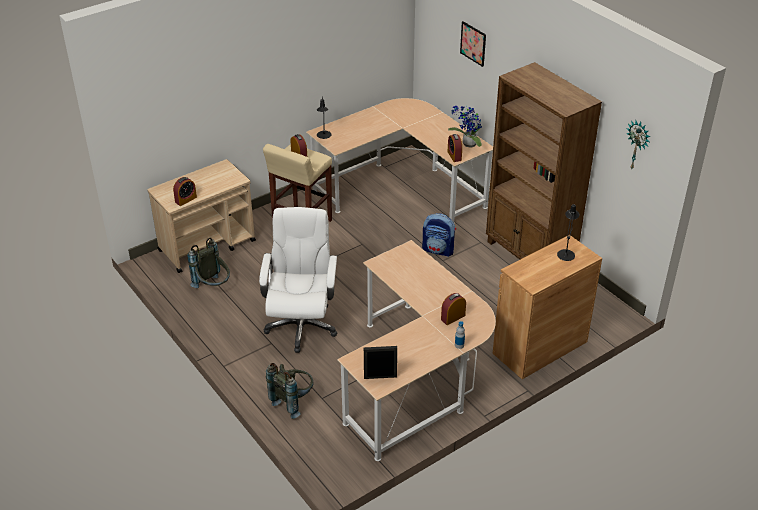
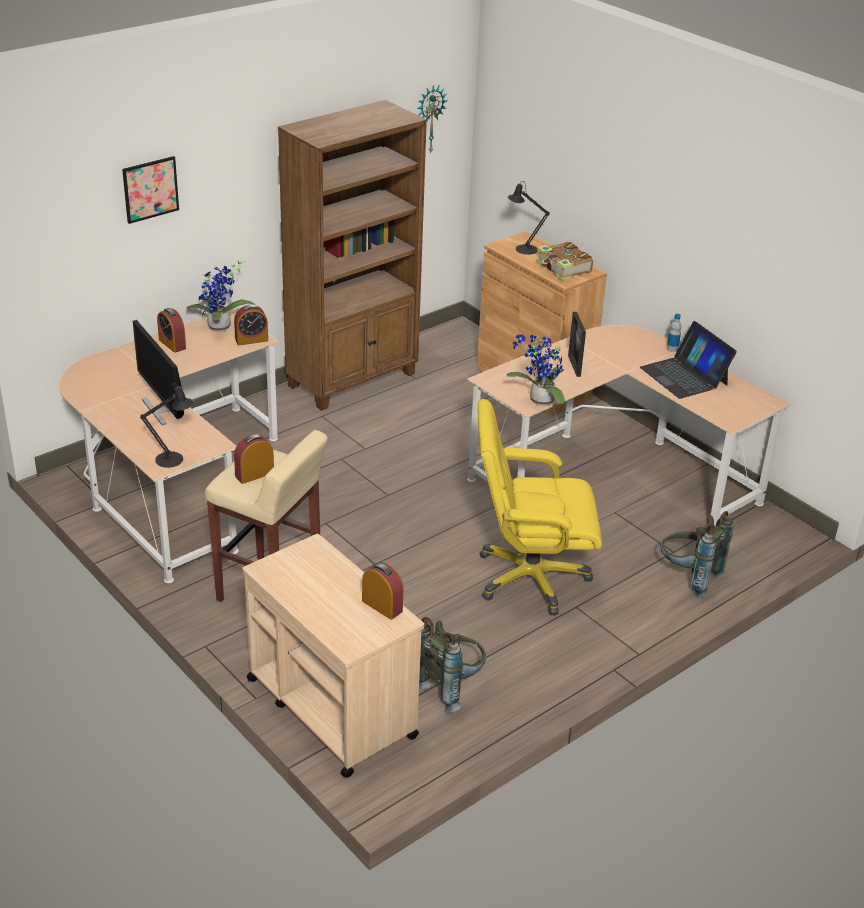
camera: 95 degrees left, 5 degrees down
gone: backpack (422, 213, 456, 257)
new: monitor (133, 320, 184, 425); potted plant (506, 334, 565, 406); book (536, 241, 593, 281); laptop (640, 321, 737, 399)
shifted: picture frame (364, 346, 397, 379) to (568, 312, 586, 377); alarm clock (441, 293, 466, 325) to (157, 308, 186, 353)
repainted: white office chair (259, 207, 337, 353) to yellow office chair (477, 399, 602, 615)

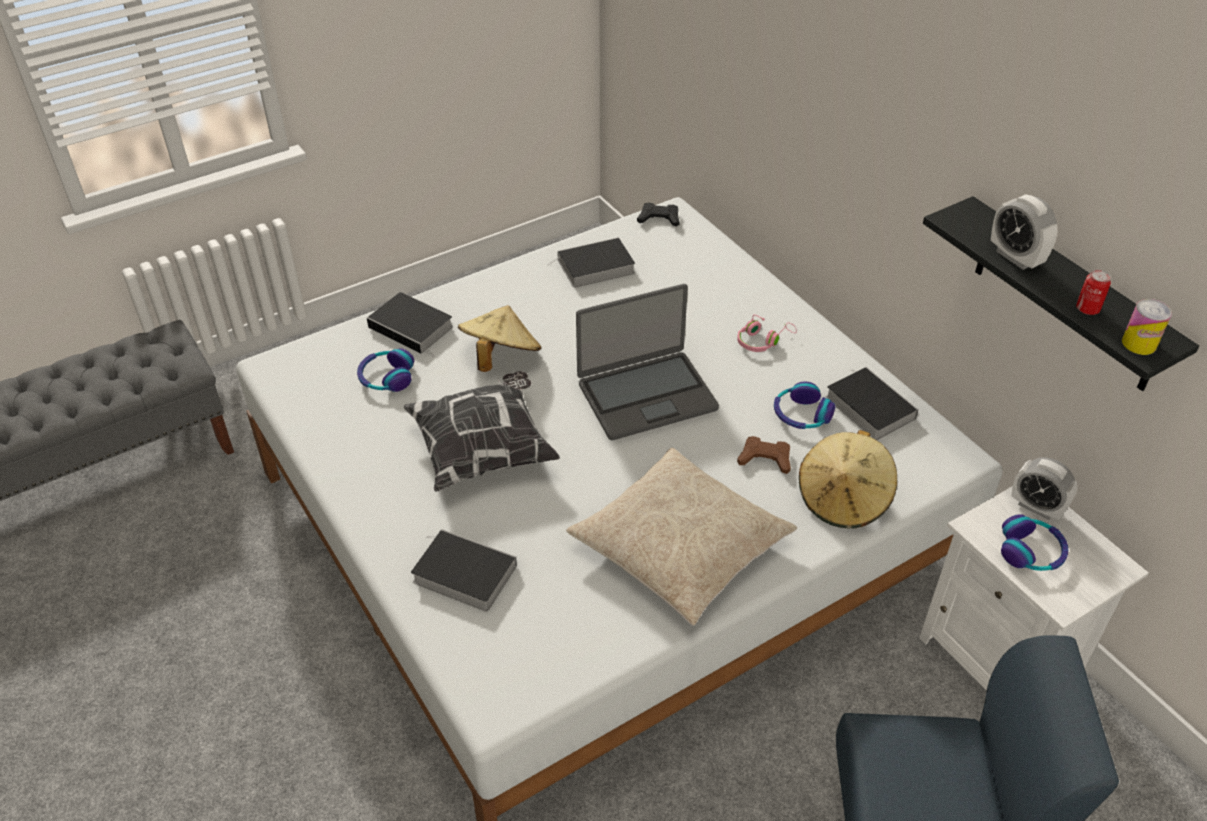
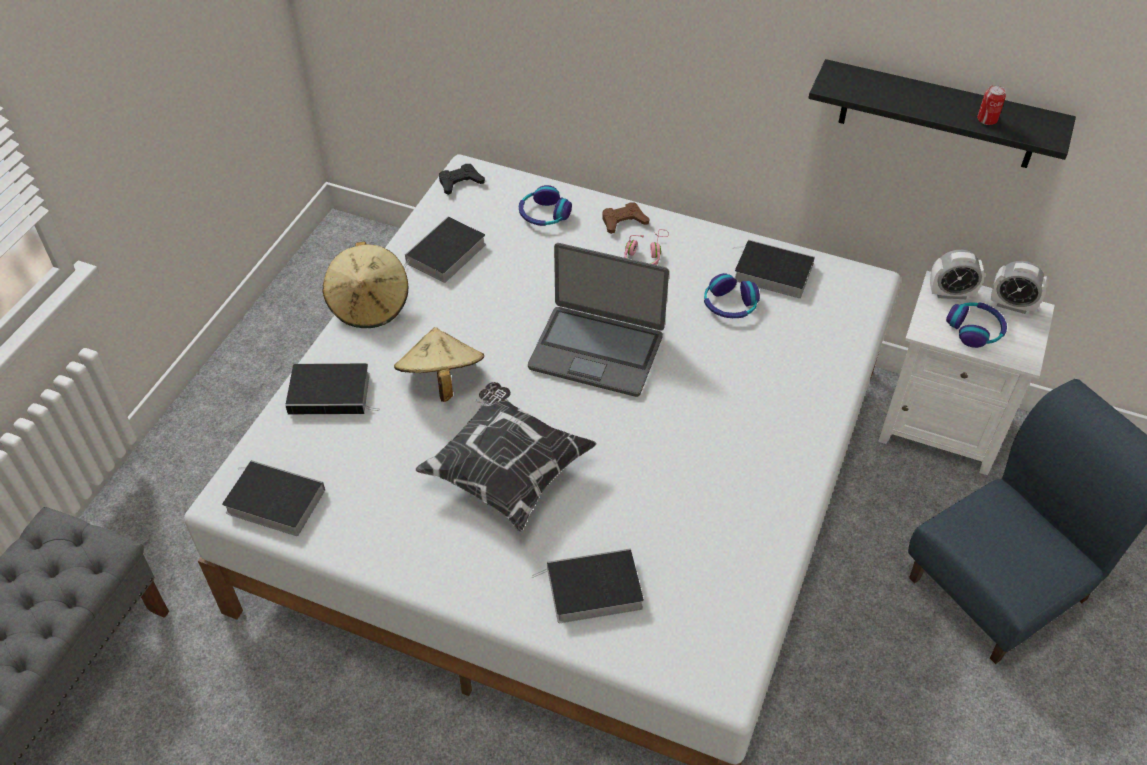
camera: 35 degrees left, 5 degrees up
gone: beige pillow (566, 448, 797, 626); can (1122, 299, 1172, 355)
new: book (222, 460, 325, 536)
shifted: headphones (357, 348, 414, 392) to (519, 185, 572, 226); brown game controller (737, 436, 791, 474) to (602, 202, 649, 234); beige hat (799, 430, 897, 529) to (322, 242, 408, 328); alarm clock (991, 195, 1057, 270) to (991, 261, 1048, 314)
rotated: laptop (576, 284, 719, 440) = (528, 243, 669, 397) 75 degrees clockwise

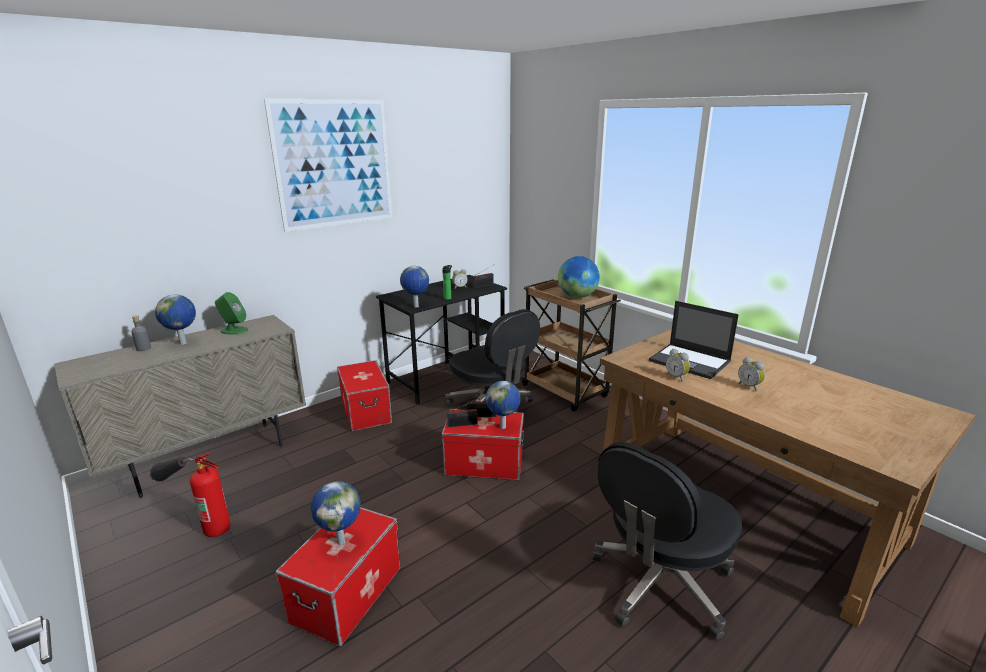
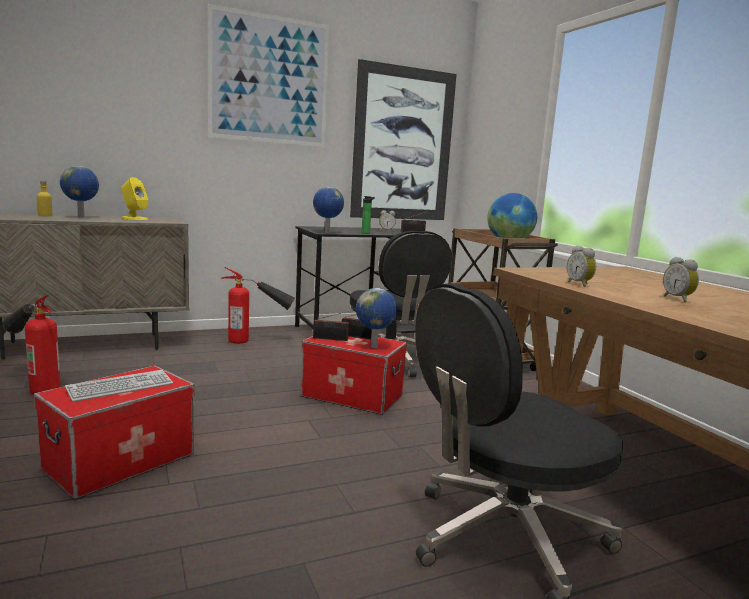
camera: 15 degrees right, 10 degrees down
gone: laptop (649, 301, 739, 379)
new: picture (350, 59, 457, 220)
swapped: globe (311, 481, 361, 545) to keyboard (65, 370, 173, 402); storage box (337, 360, 392, 431) to fire extinguisher (221, 267, 295, 344)
repainted: grey bottle (131, 315, 151, 351) to yellow bottle (37, 181, 52, 216); green speaker (215, 292, 248, 335) to yellow speaker (121, 177, 148, 220)

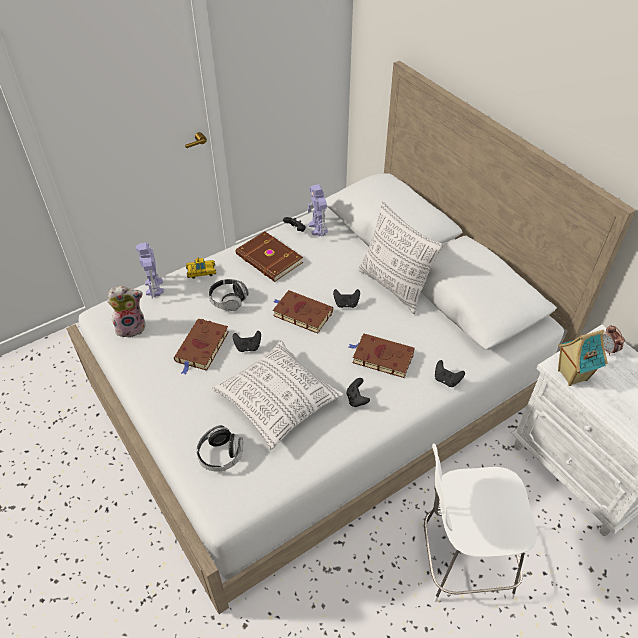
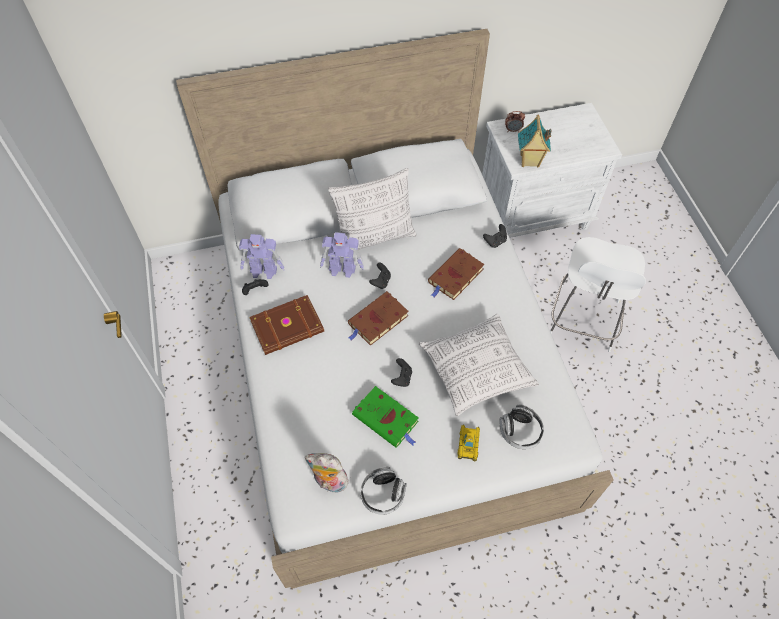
camera: 70 degrees left, 10 degrees up
gone: black game controller (346, 378, 370, 407)
shifted: toy robot (136, 243, 164, 299) to (320, 232, 364, 278); toy car (186, 257, 216, 279) to (457, 425, 480, 461); headphones (209, 279, 249, 311) to (360, 467, 407, 515)
repainted: brown book (174, 319, 229, 375) to green book (352, 386, 419, 448)
rotated: plush toy (107, 286, 145, 337) = (305, 453, 351, 493) 75 degrees counterclockwise

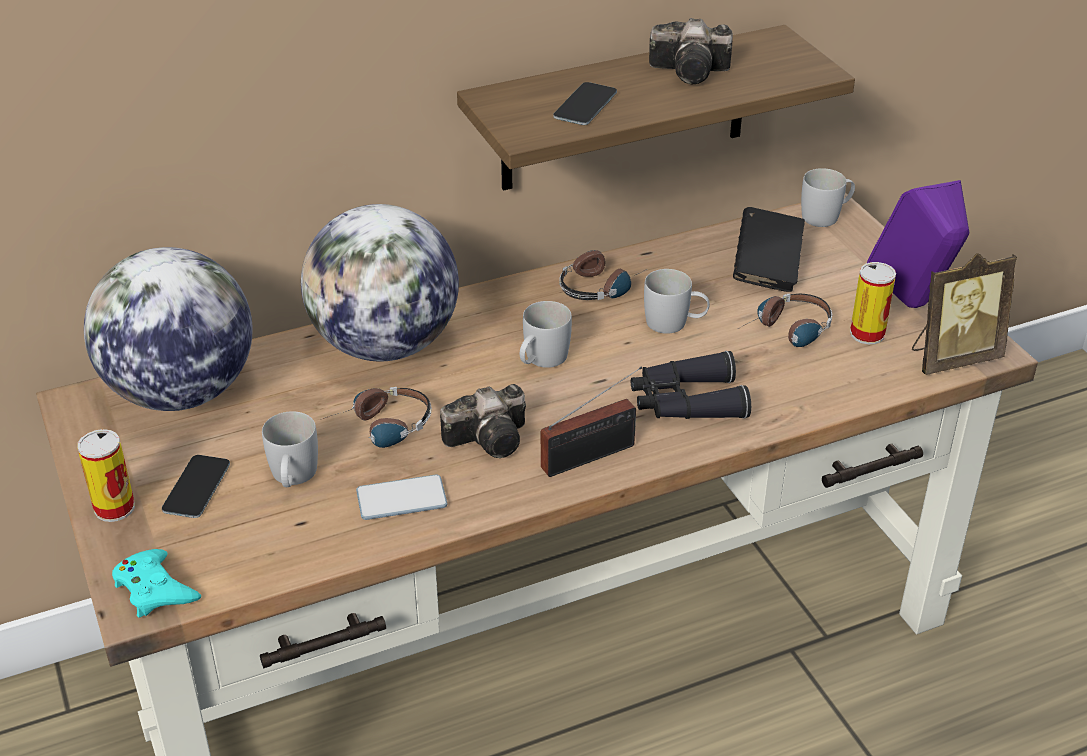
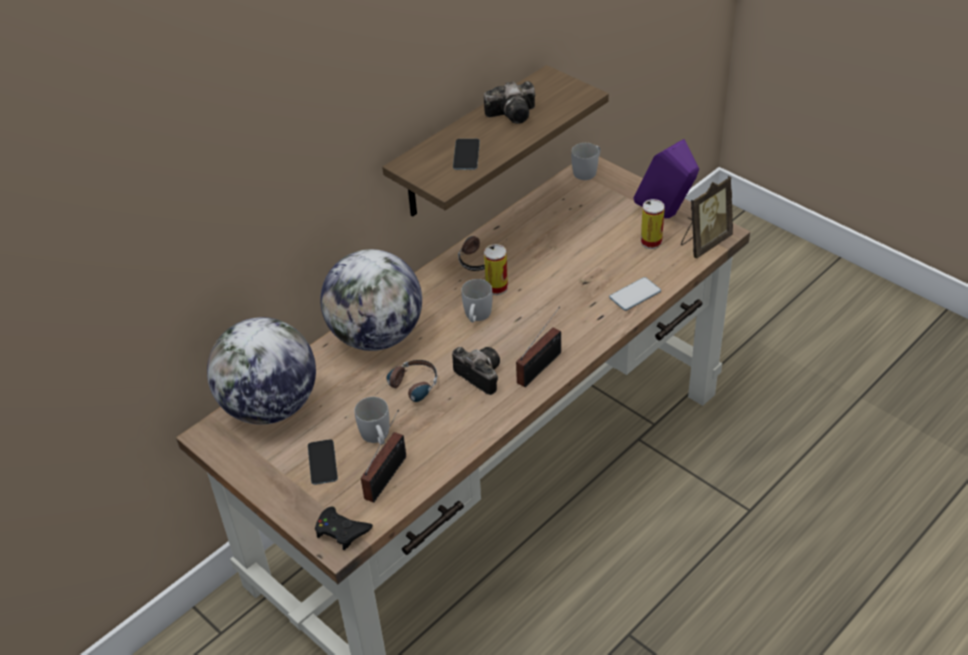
camera: 20 degrees left, 5 degrees up
gone: black binoculars (631, 351, 751, 419); white mug (644, 269, 710, 334); black book (733, 207, 805, 292); headphones (738, 293, 832, 347)
new: radio (361, 410, 406, 503)
shifted: can (77, 429, 135, 522) to (484, 244, 508, 295); phone (356, 475, 447, 520) to (609, 277, 661, 311)
repainted: turquoise game controller (112, 549, 201, 618) to black game controller (315, 506, 373, 550)
rotated: photo camera (440, 384, 526, 458) = (452, 347, 500, 395) 90 degrees counterclockwise

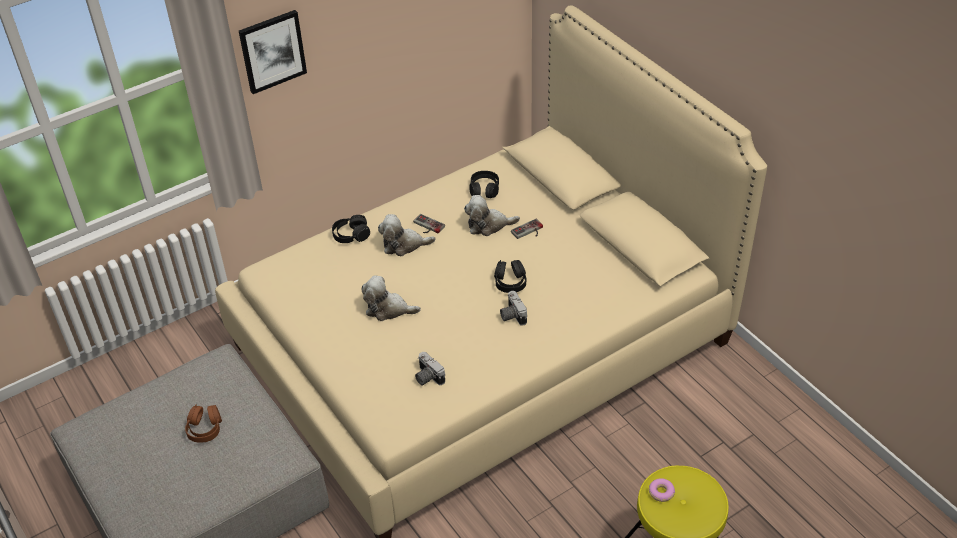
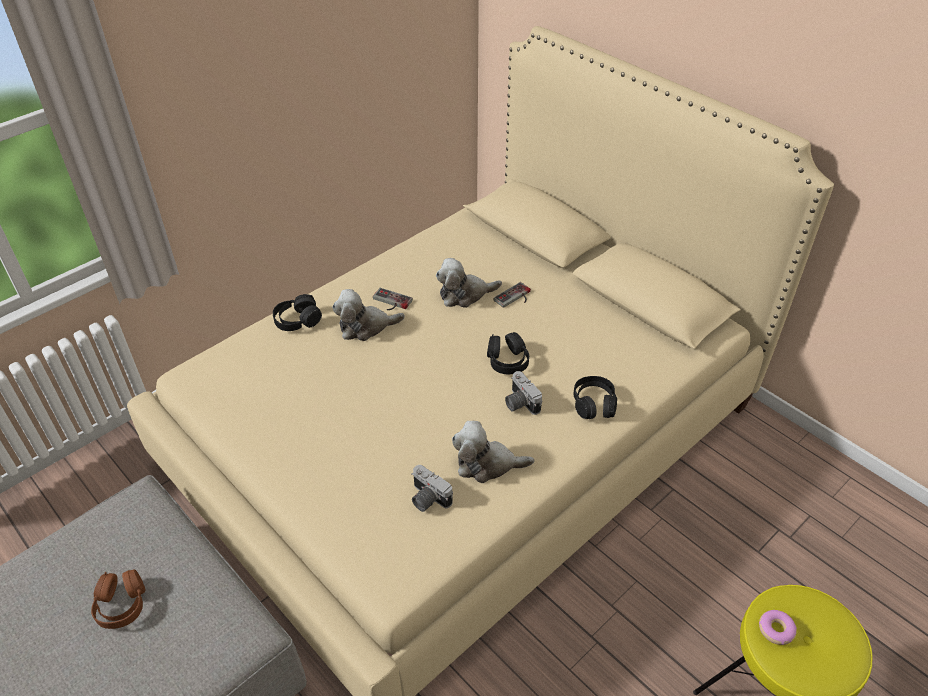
camera: 10 degrees left, 0 degrees up
gone: picture (239, 10, 307, 94)
shifted: plush toy (361, 275, 421, 321) to (452, 421, 534, 483); black headphones (469, 171, 499, 198) to (574, 376, 617, 419)

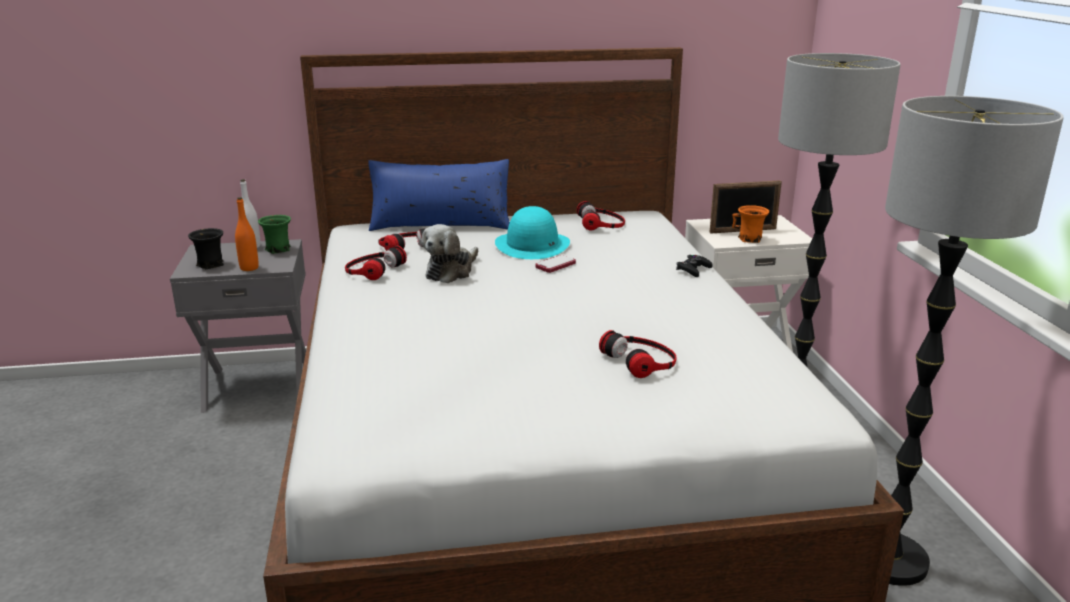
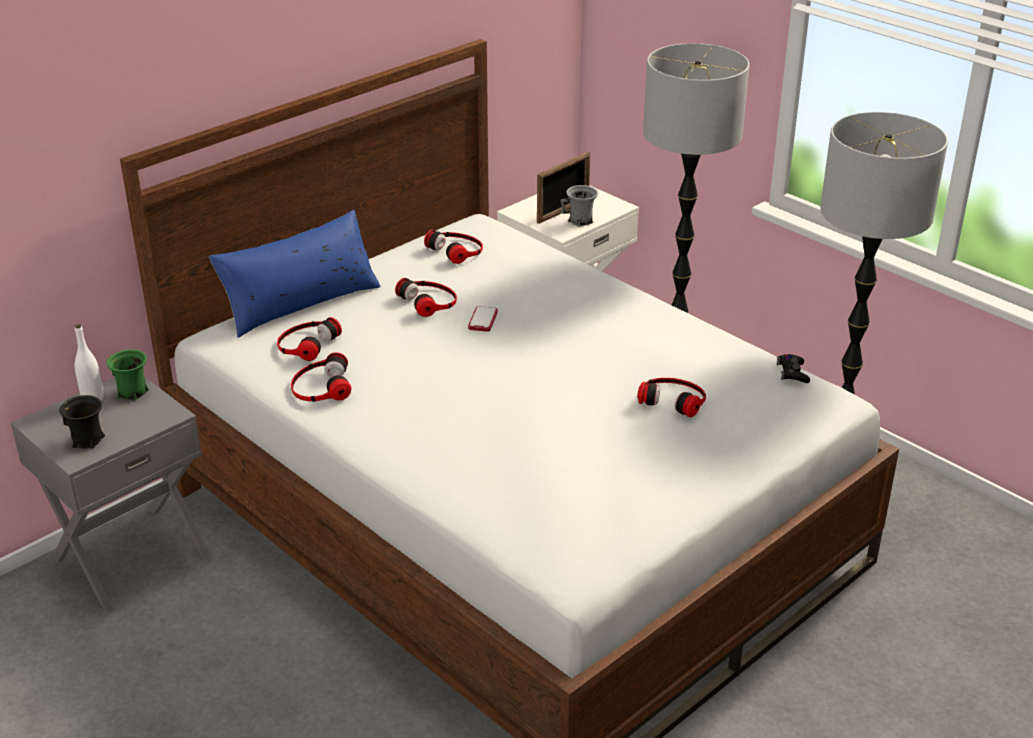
camera: 35 degrees left, 10 degrees up
gone: orange bottle (235, 197, 259, 271); plush toy (421, 224, 478, 283)
shifted: black game controller (676, 255, 713, 277) to (777, 354, 810, 383)
swapped: turquoise hat (495, 206, 570, 259) to headphones (395, 278, 457, 317)
repainted: orange mug (732, 205, 769, 243) to grey mug (561, 185, 598, 227)

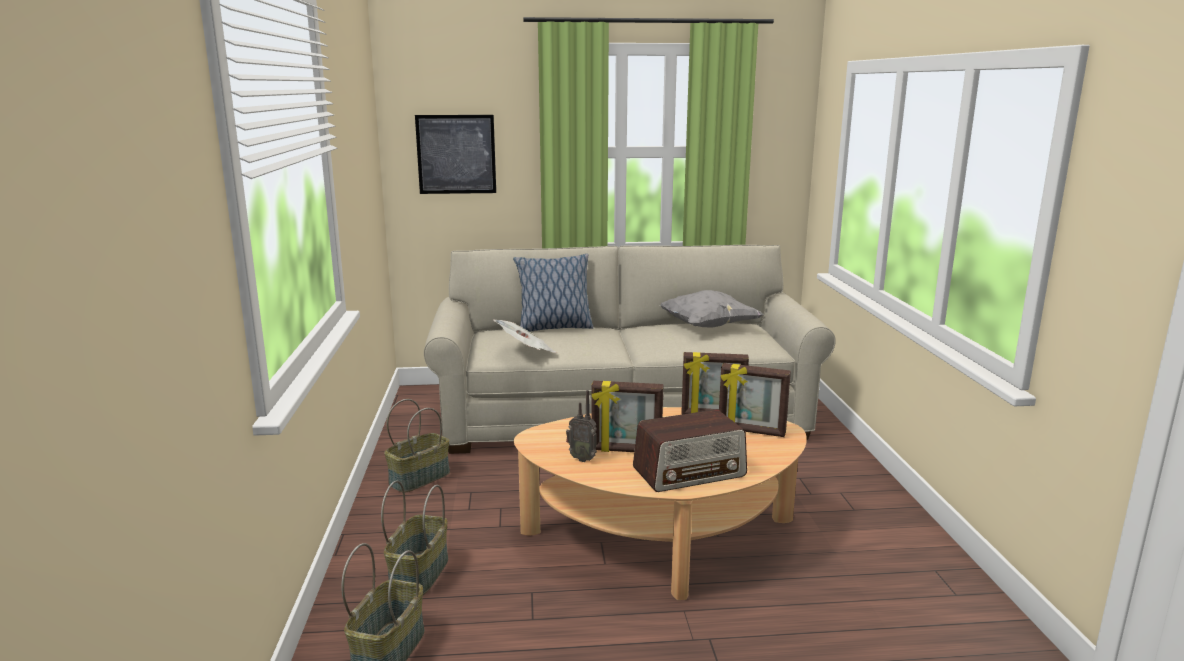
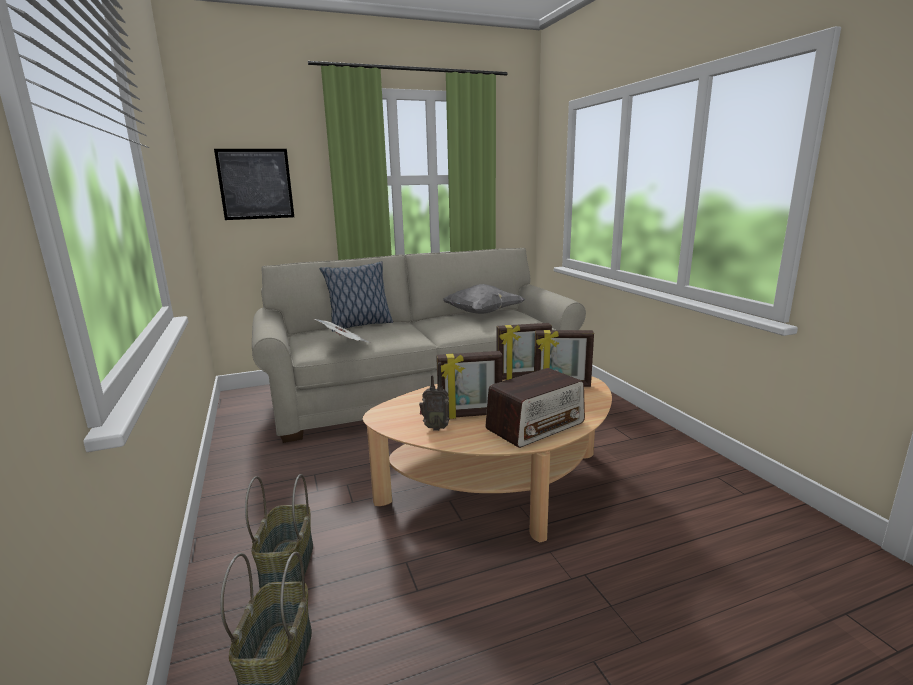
camera: 15 degrees left, 0 degrees up
gone: basket (384, 399, 450, 492)

